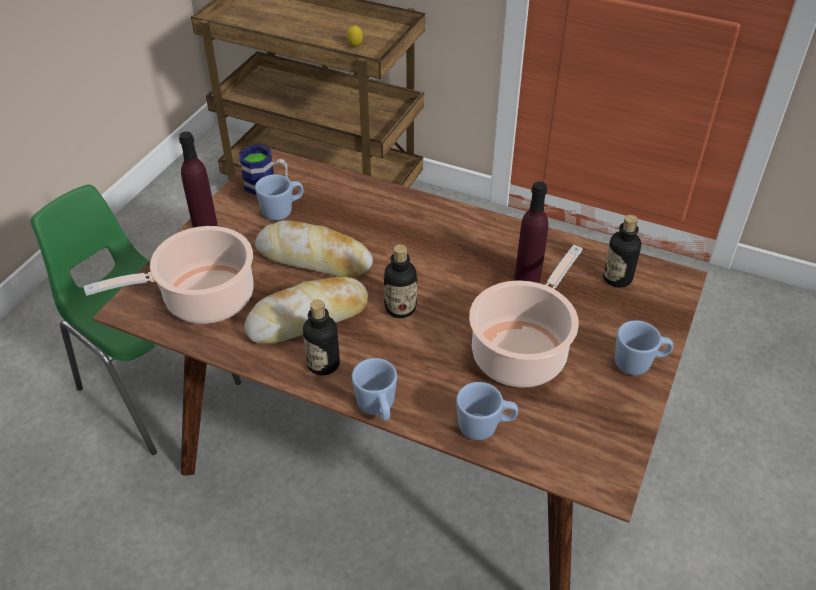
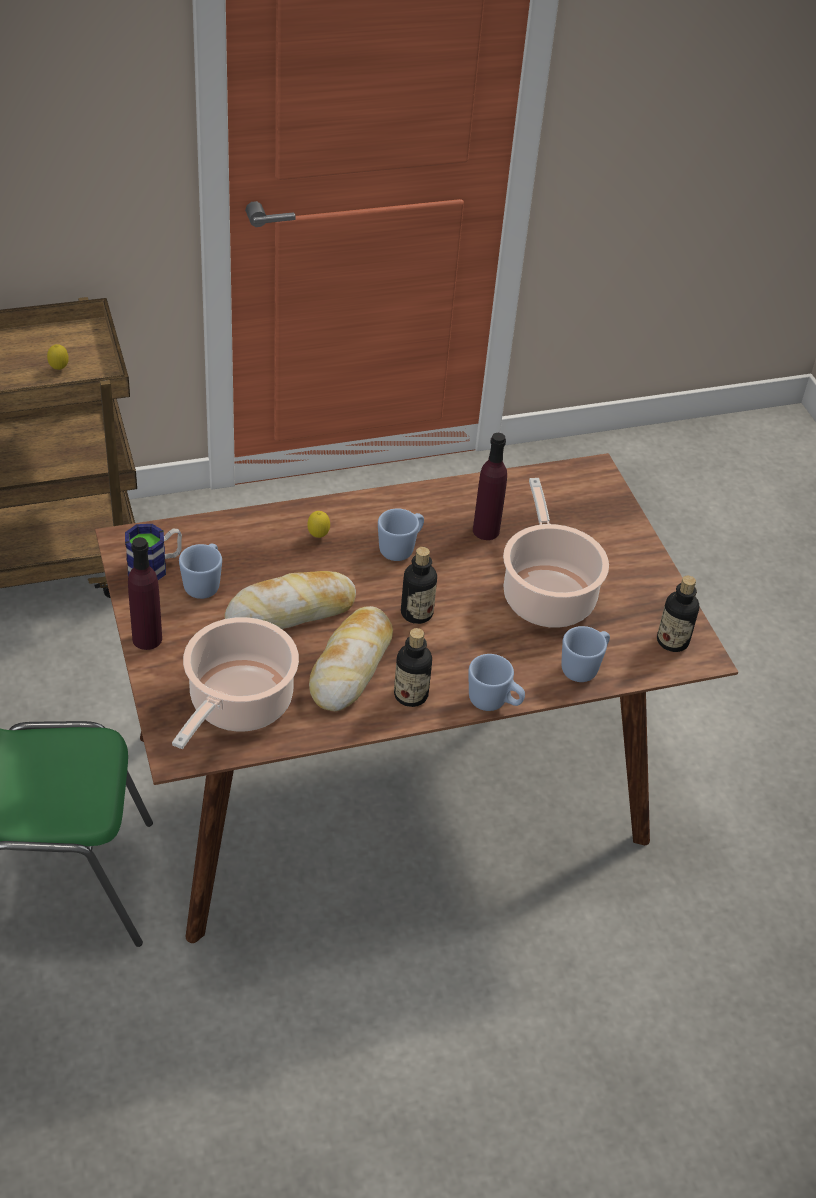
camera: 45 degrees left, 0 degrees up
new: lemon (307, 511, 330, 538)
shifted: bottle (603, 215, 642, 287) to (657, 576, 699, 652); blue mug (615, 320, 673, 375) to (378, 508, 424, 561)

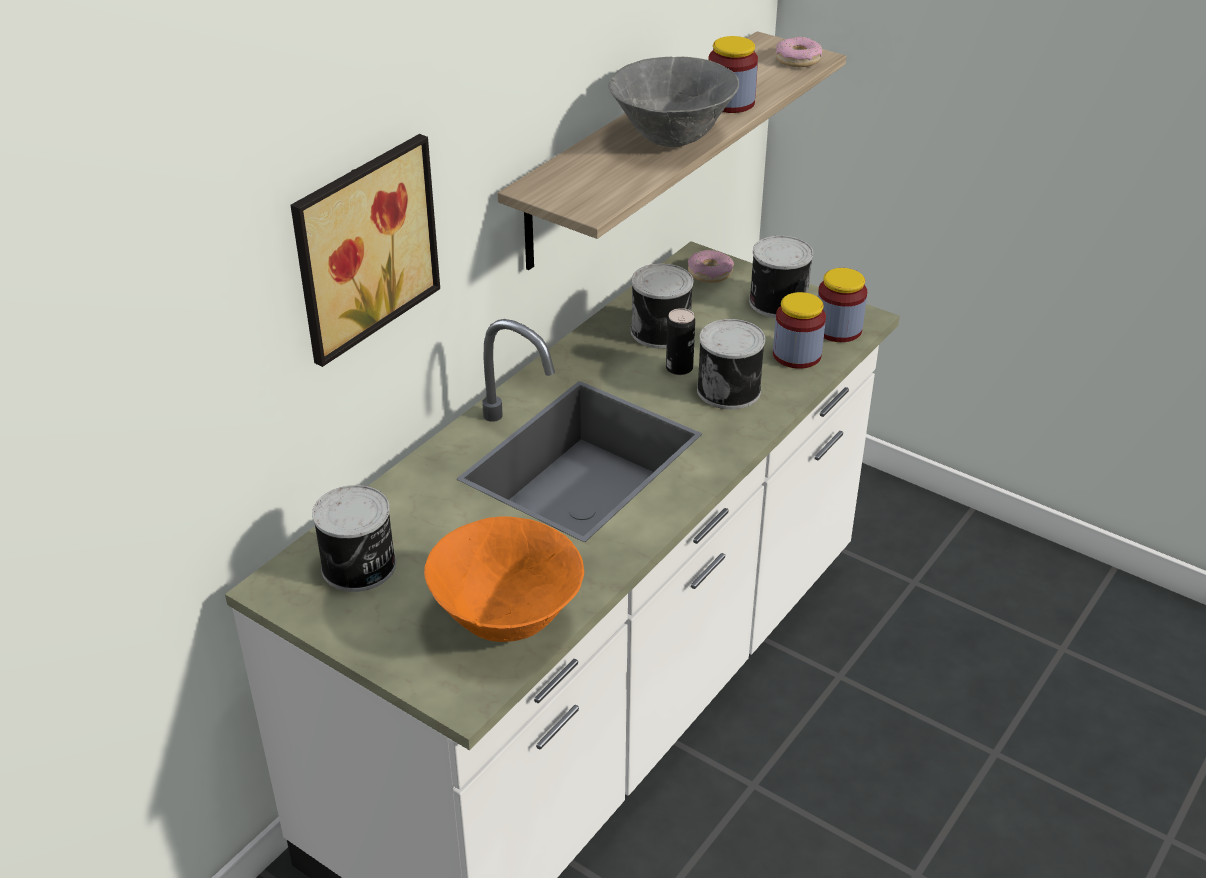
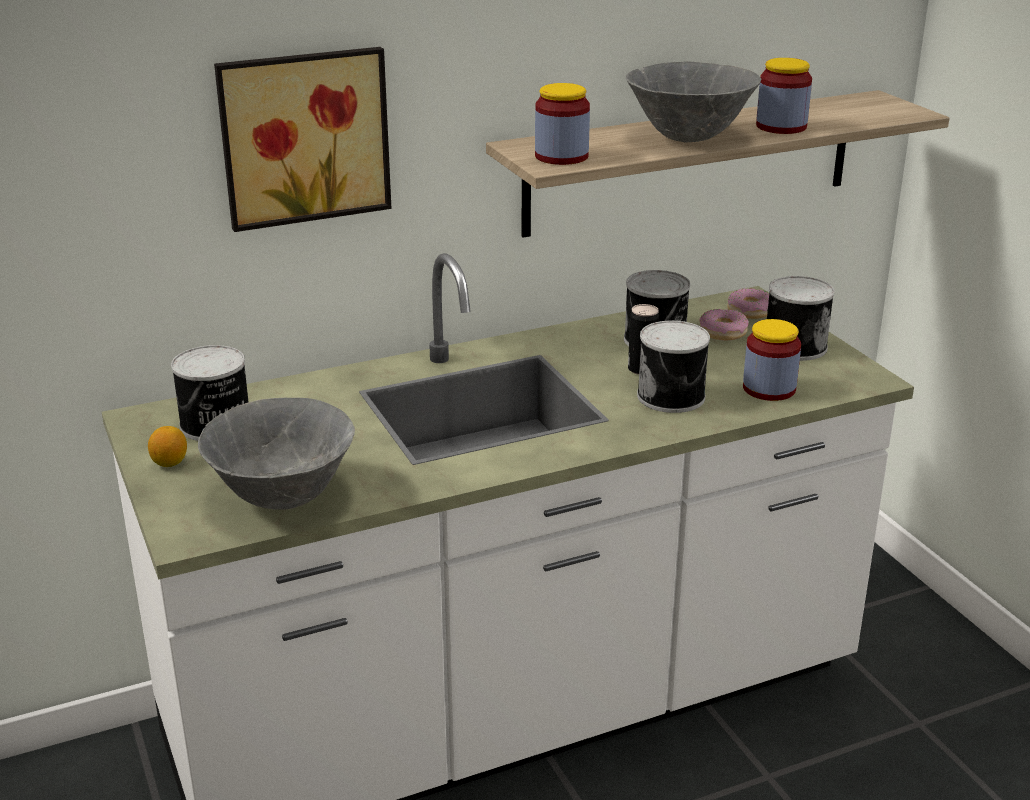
camera: 30 degrees right, 10 degrees down
new: lemon (148, 426, 187, 467)
shifted: donut (776, 37, 822, 67) to (699, 309, 749, 340); jar (818, 268, 867, 342) to (535, 83, 590, 165)
repainted: orange bowl (424, 516, 584, 642) to grey bowl (198, 398, 355, 510)

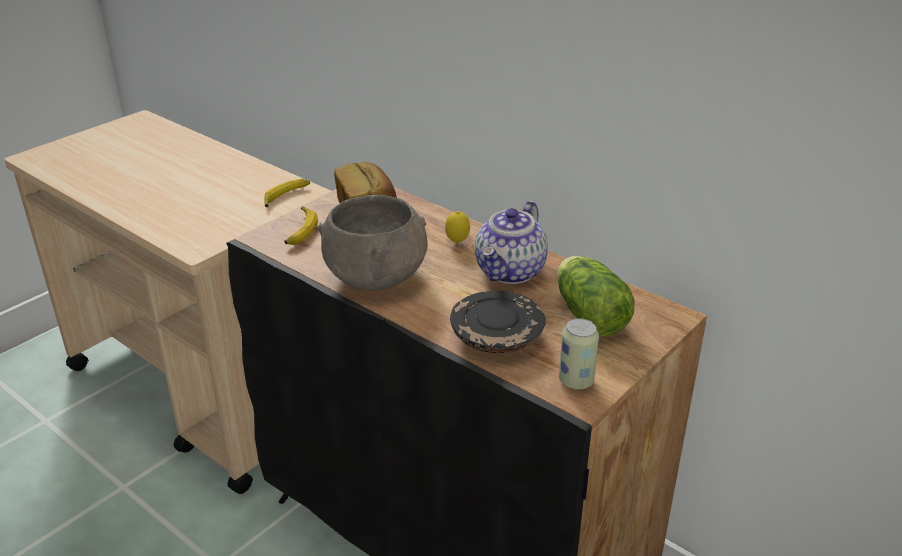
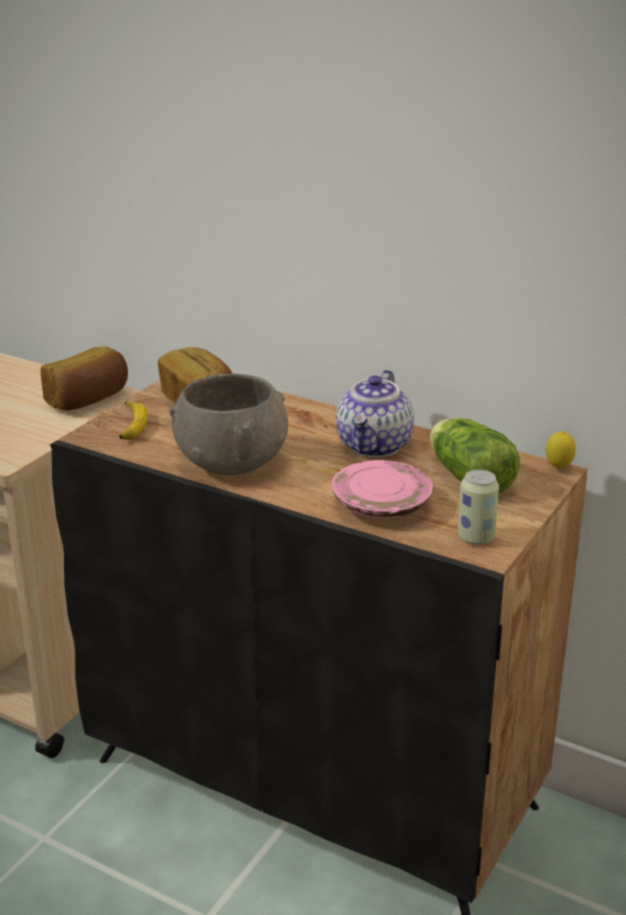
camera: 10 degrees left, 5 degrees down
shifted: lemon (445, 211, 470, 243) to (546, 431, 576, 469)
swapped: banana (264, 179, 310, 207) to bread (40, 346, 128, 410)
repainted: black plate (450, 291, 546, 353) to pink plate (332, 460, 433, 519)

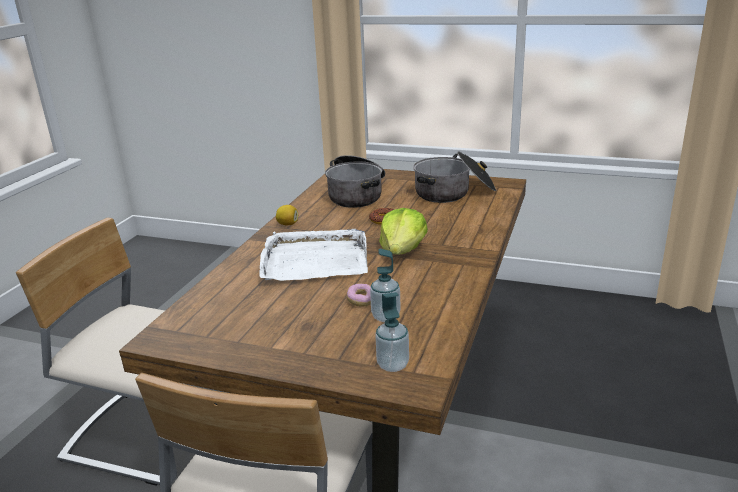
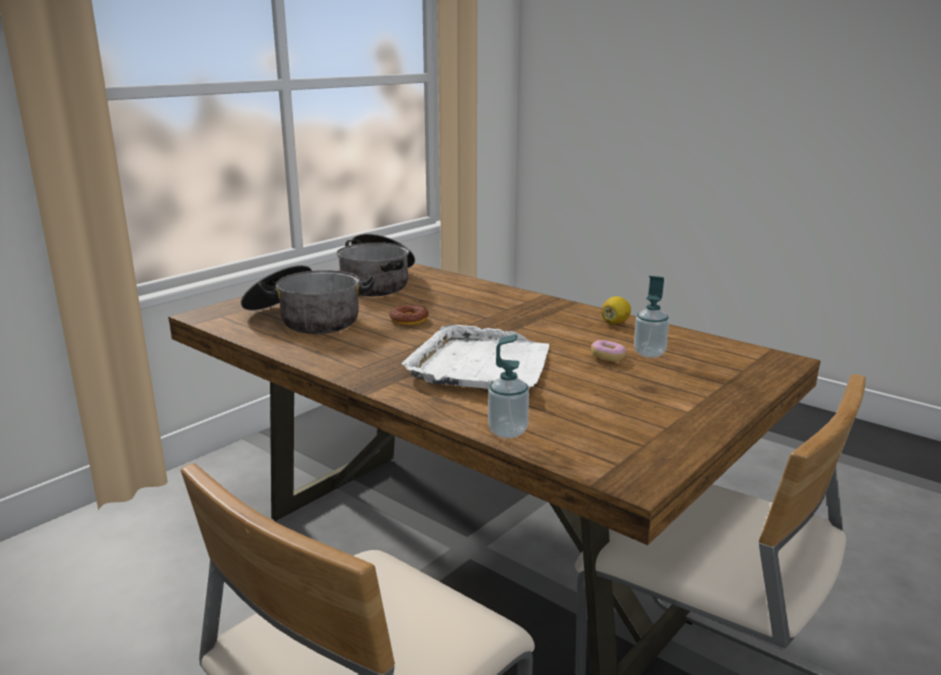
camera: 70 degrees left, 5 degrees down
gone: lettuce (379, 208, 428, 254)
shifted: lemon (276, 205, 298, 226) to (601, 296, 631, 324); soap dispenser (376, 292, 409, 372) to (488, 334, 529, 438)

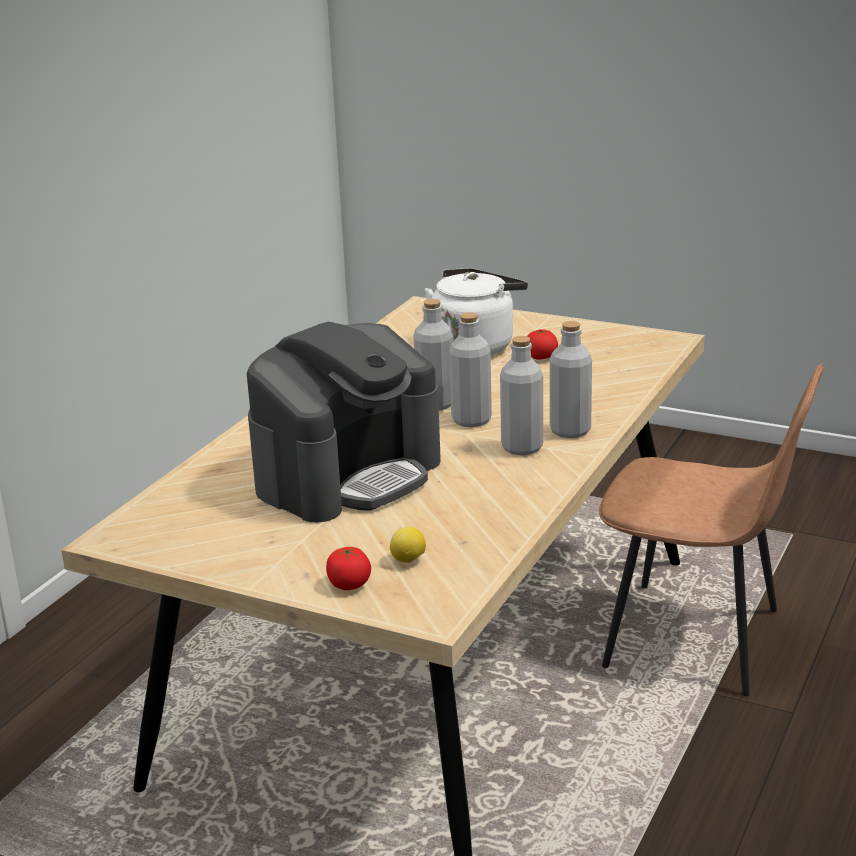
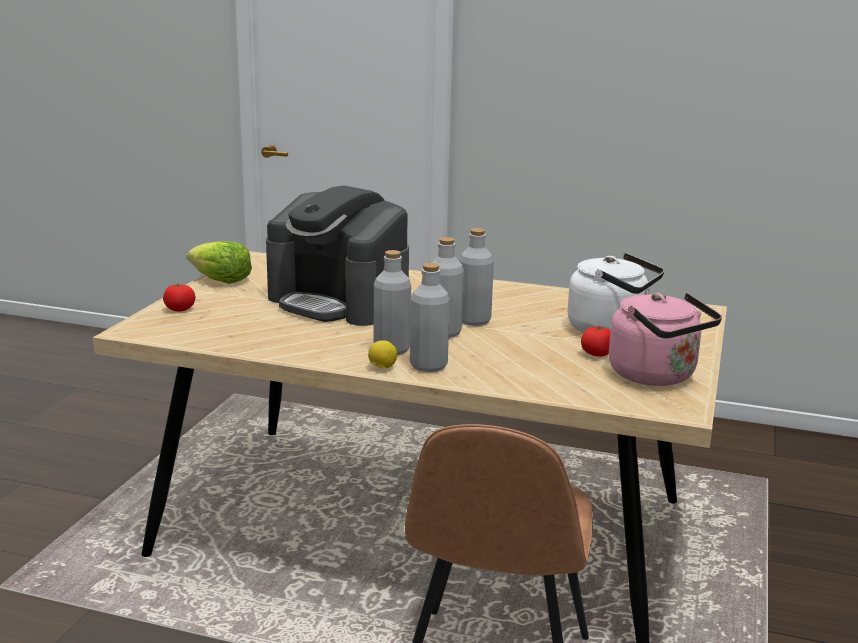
camera: 80 degrees right, 5 degrees down
new: lettuce (187, 241, 252, 284); pink kettle (609, 293, 722, 386)
shifted: lemon (390, 527, 426, 563) to (368, 340, 397, 369)

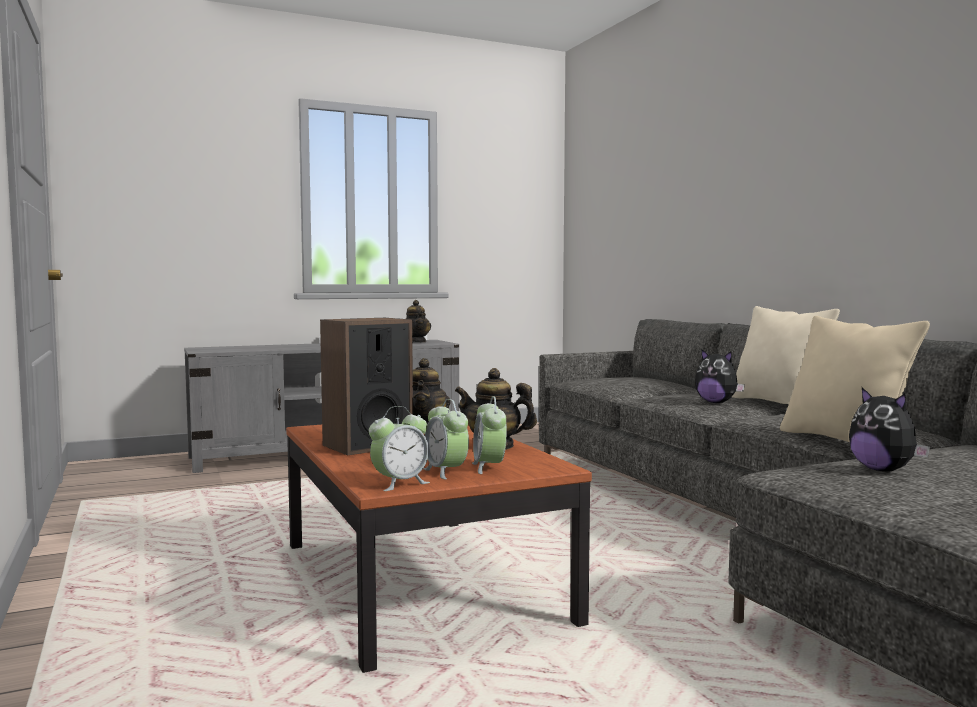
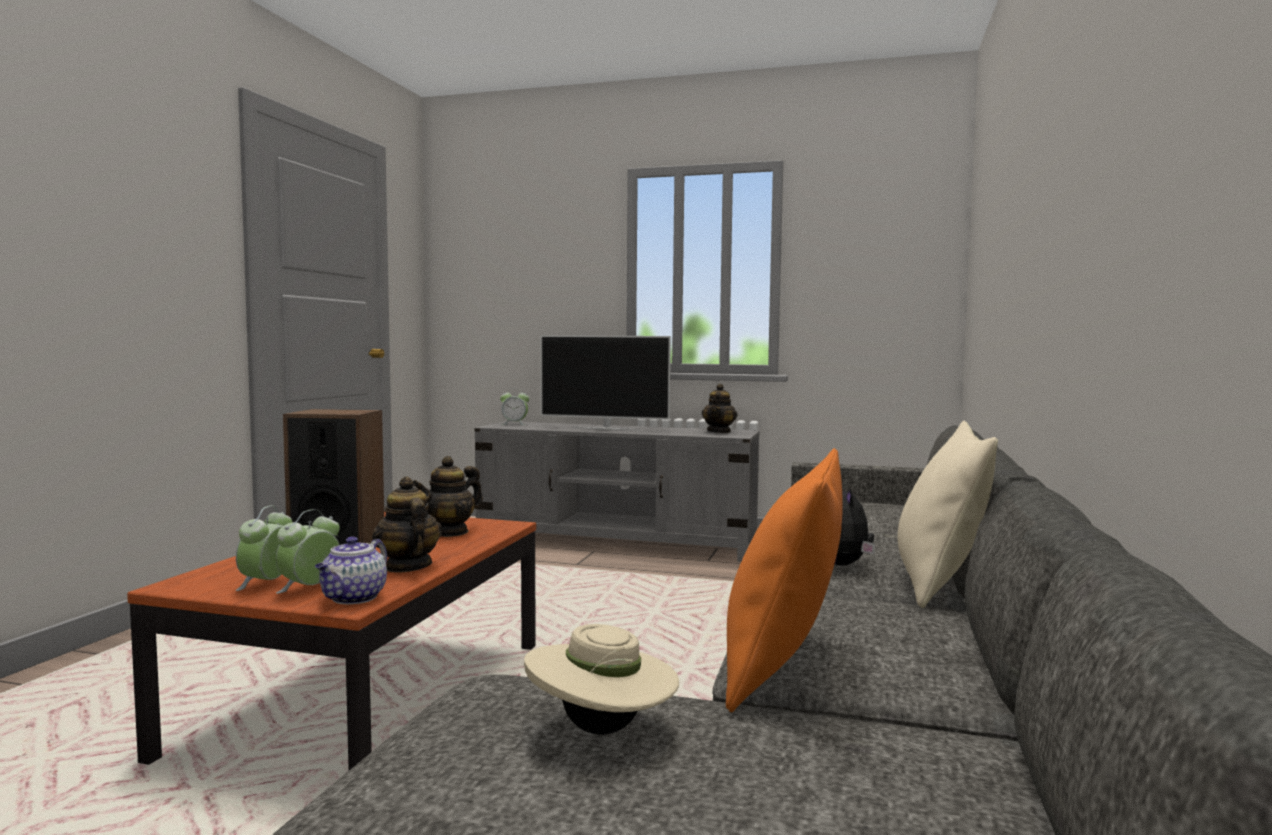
camera: 40 degrees right, 0 degrees up
new: teapot (315, 536, 387, 604); television (540, 335, 671, 430)
shifted: alarm clock (369, 406, 430, 491) to (500, 388, 530, 425)
swapped: plush toy (849, 388, 930, 472) to beige hat (524, 624, 679, 735)
repainted: beige pillow (780, 316, 930, 442) to orange pillow (726, 448, 843, 712)

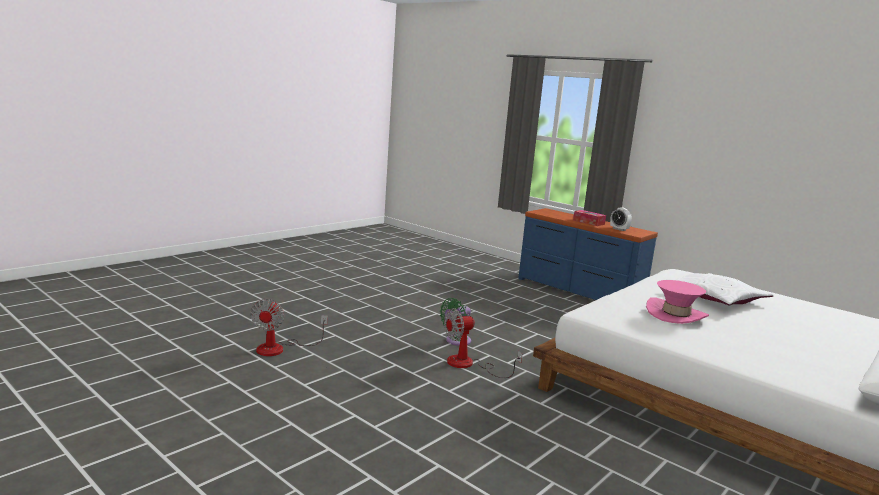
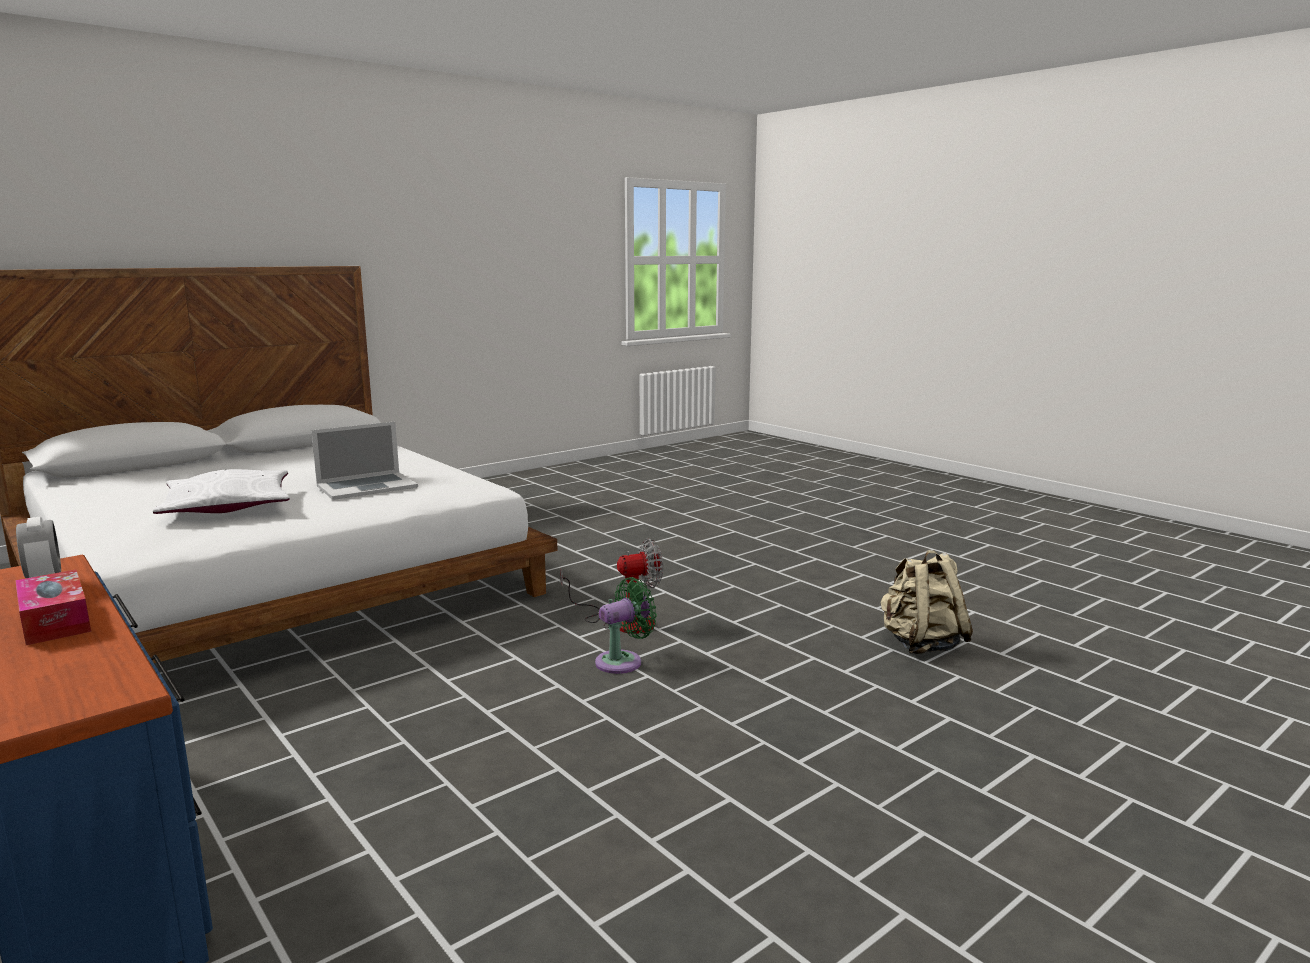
camera: 170 degrees left, 0 degrees up
swapped: fan (250, 299, 328, 356) to beige backpack (880, 550, 973, 654); pink hat (646, 280, 709, 324) to laptop (311, 422, 418, 500)

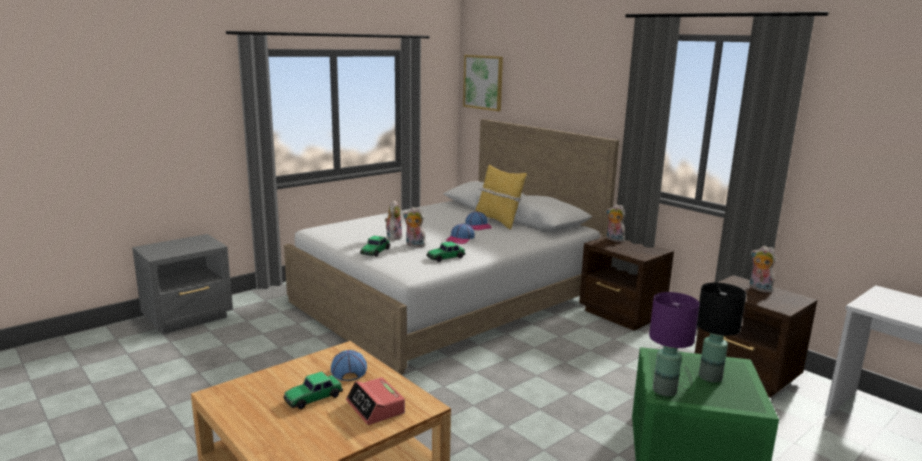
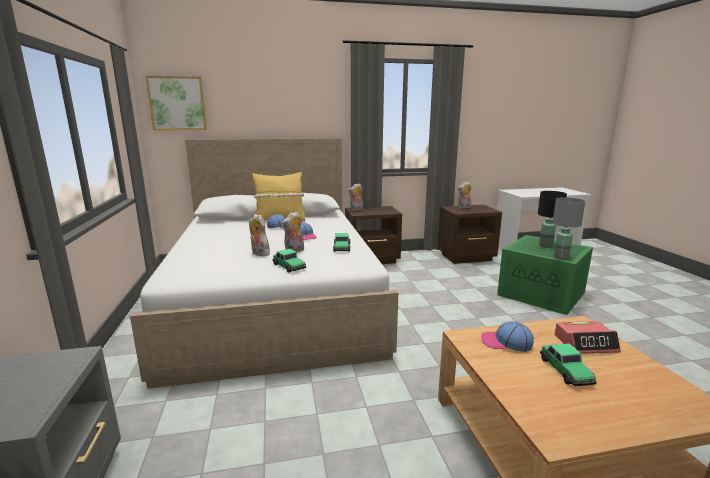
camera: 60 degrees left, 0 degrees up
repainted: purple table lamp (649, 292, 700, 396) to grey table lamp (552, 197, 585, 260)

